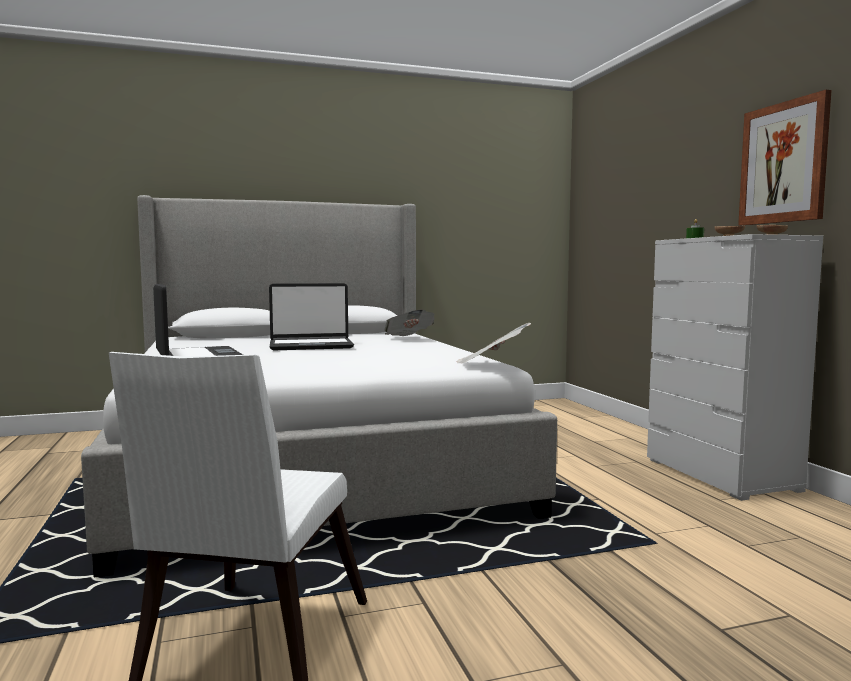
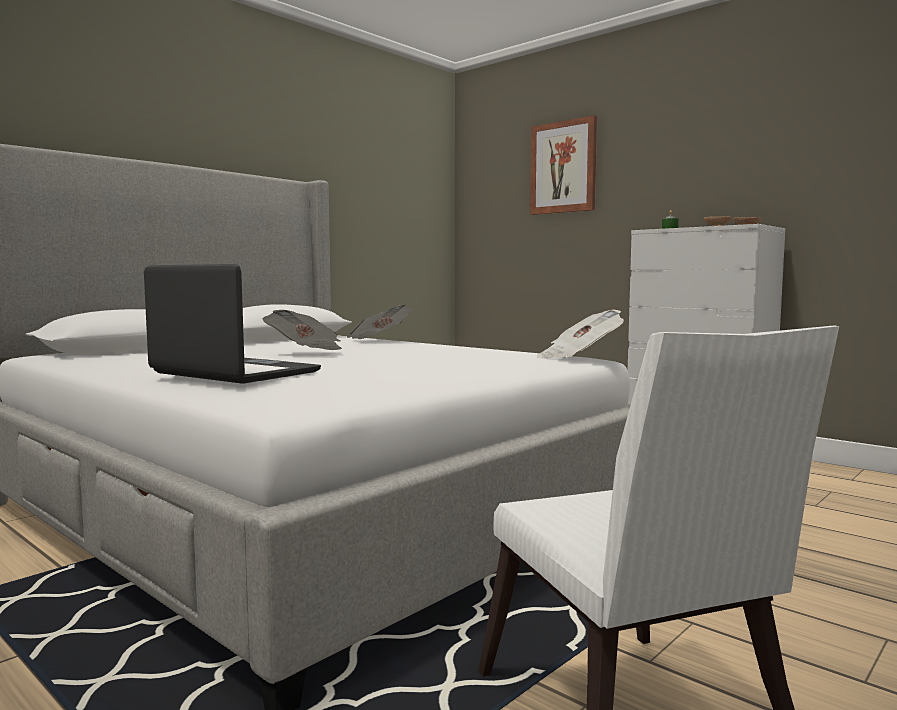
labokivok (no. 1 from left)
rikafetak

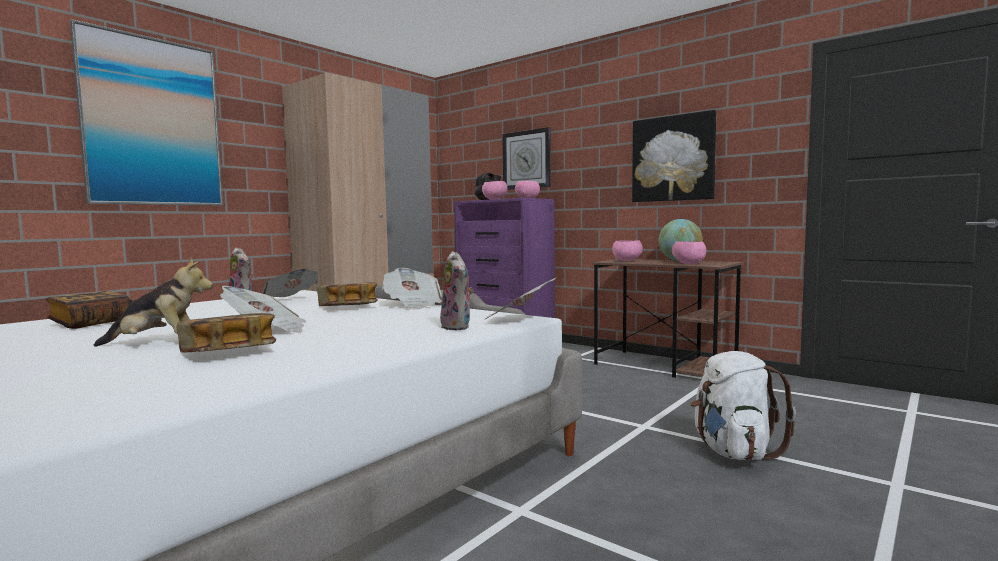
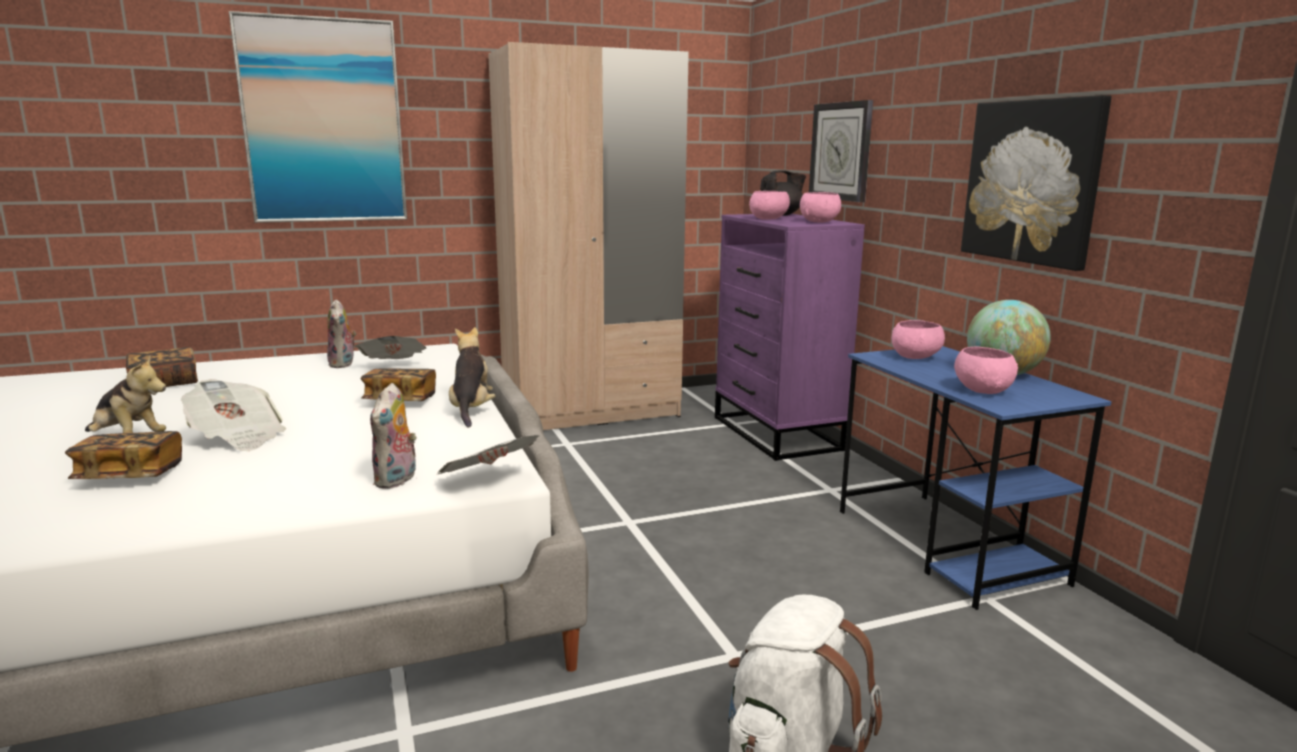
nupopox (no. 4 from left)
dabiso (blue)

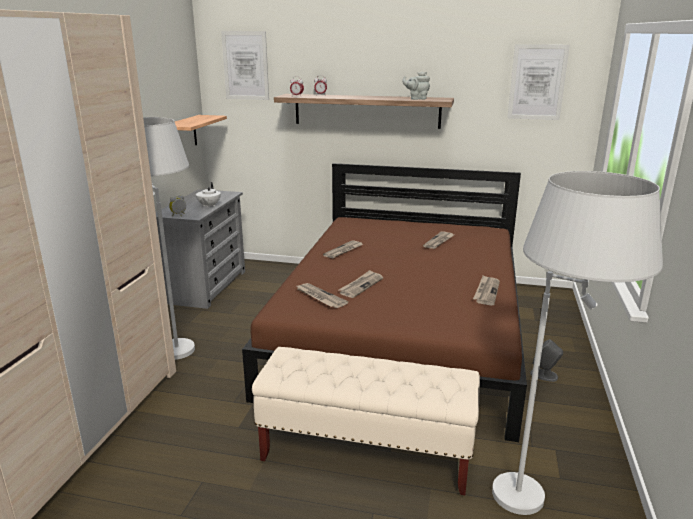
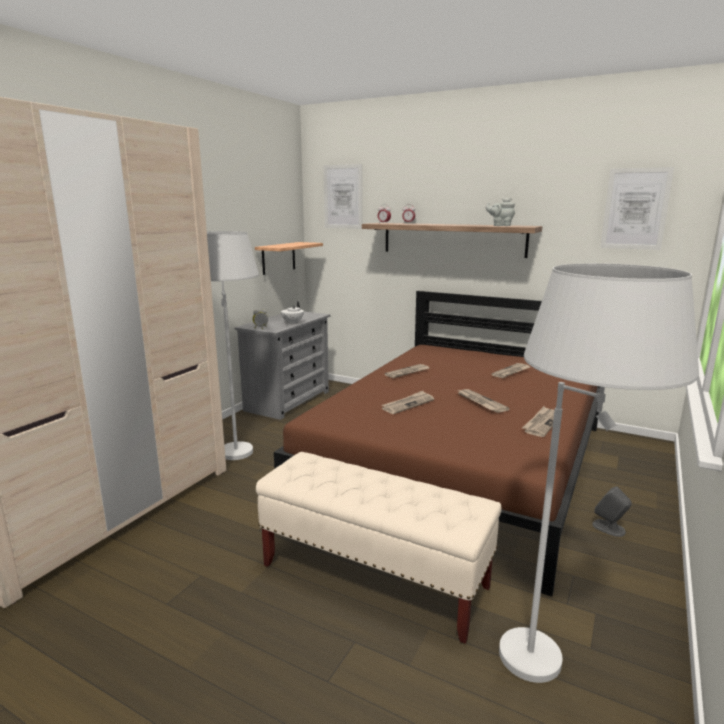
labokivok (no. 3 from left)

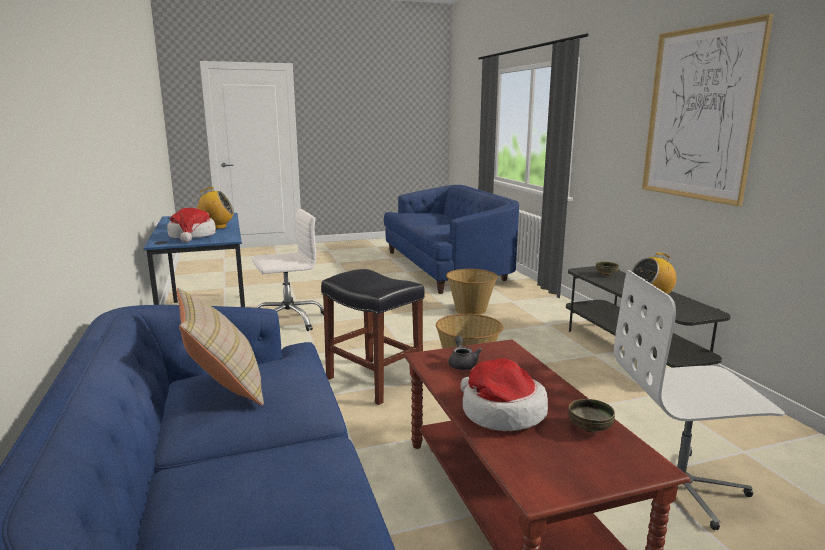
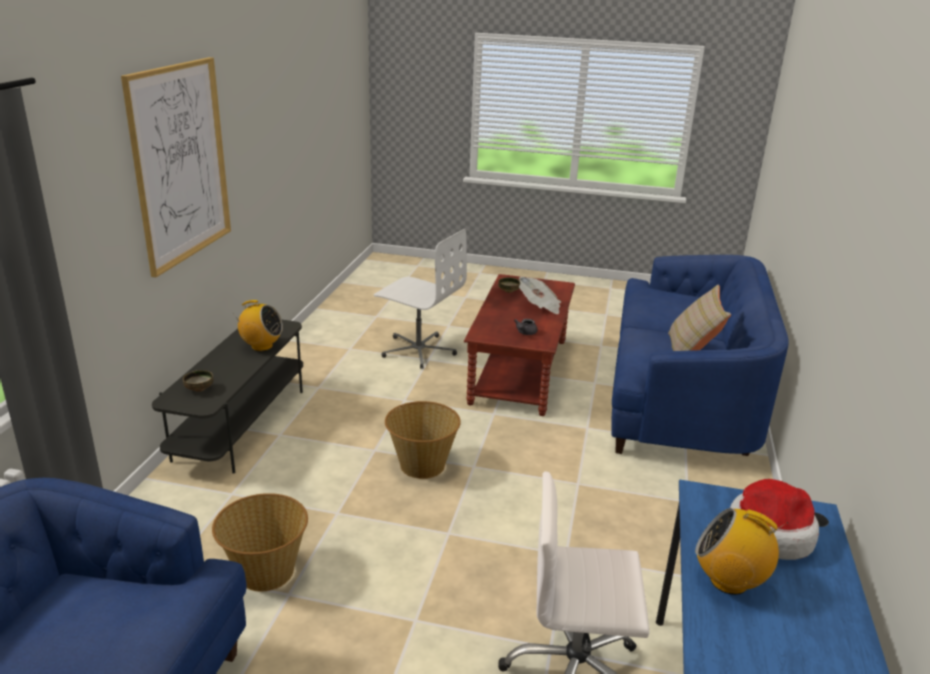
labokivok
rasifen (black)

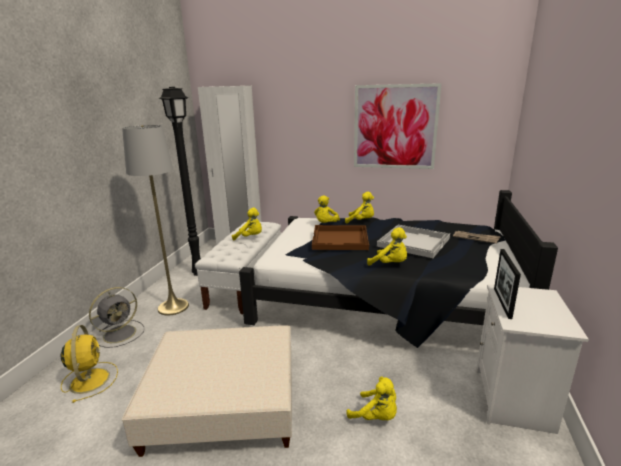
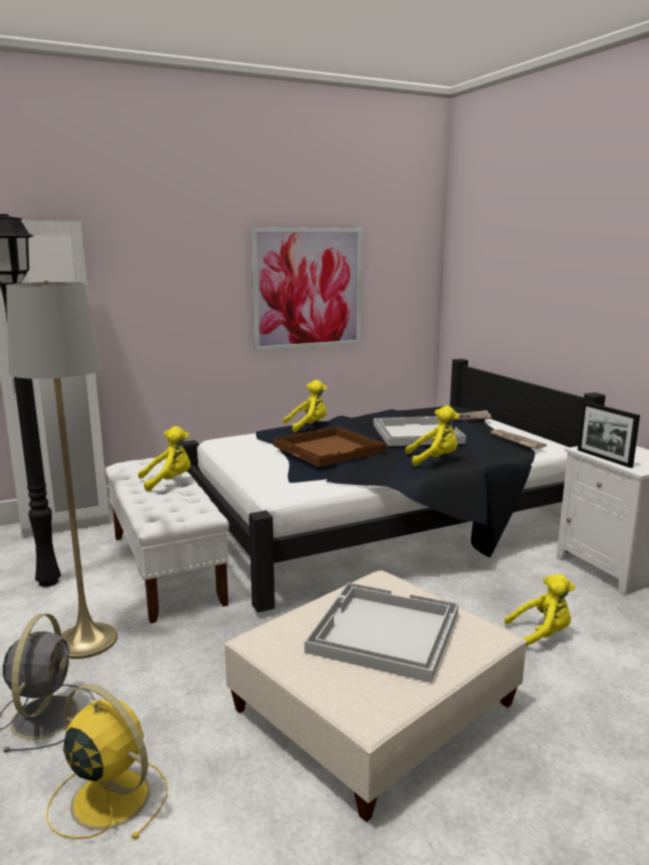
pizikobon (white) (no. 1 from left)
labokivok (no. 2 from left)
nupopox (yellow) (no. 2 from left in the first image)

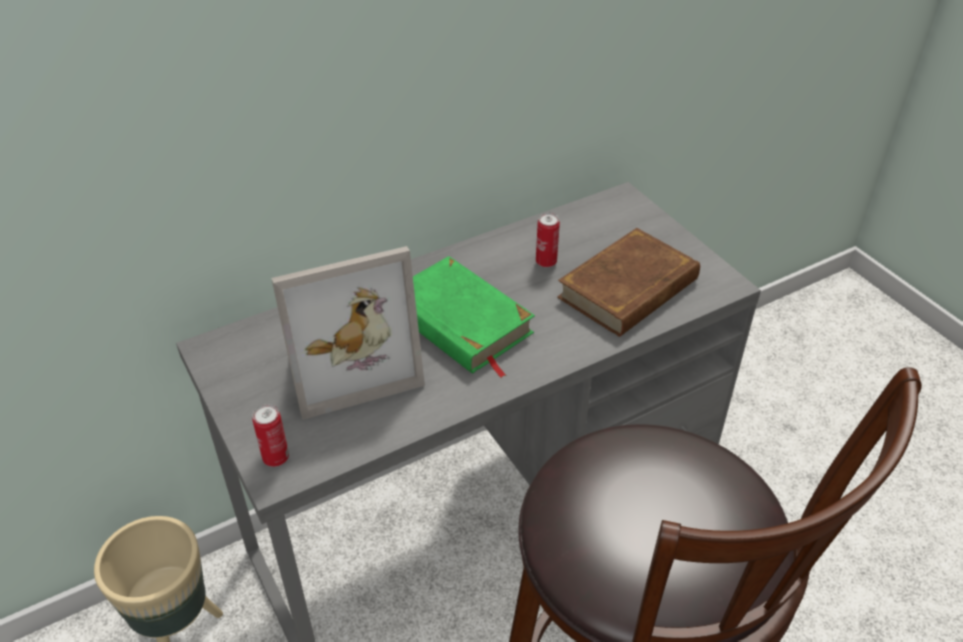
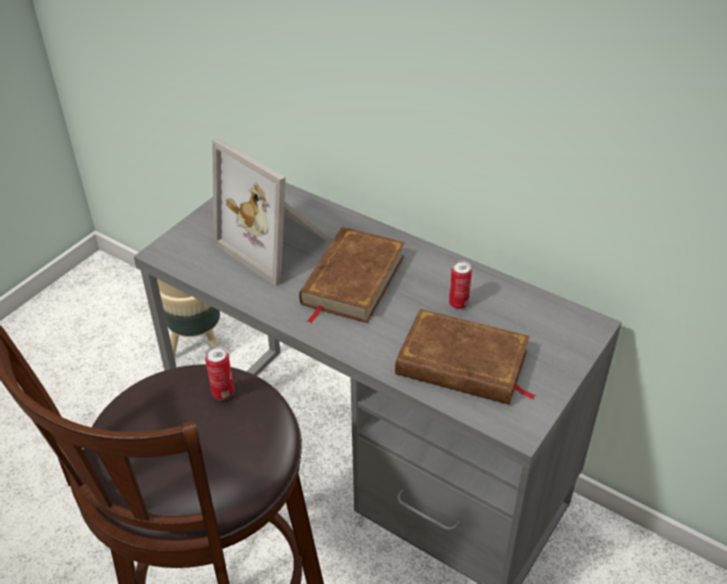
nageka (no. 1 from left)
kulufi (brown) (no. 1 from left)

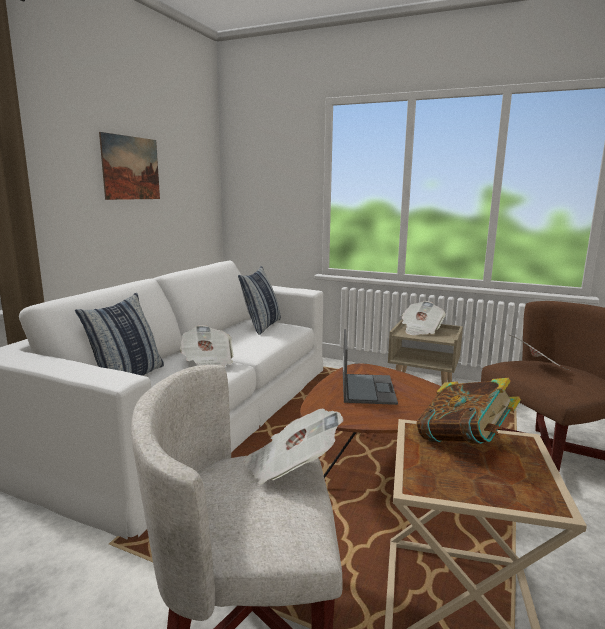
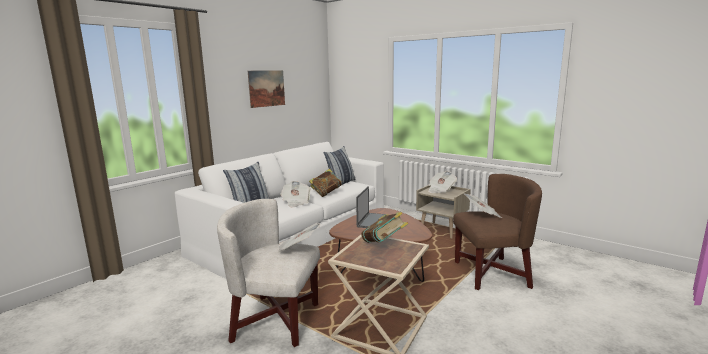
kulufi (no. 1 from left)

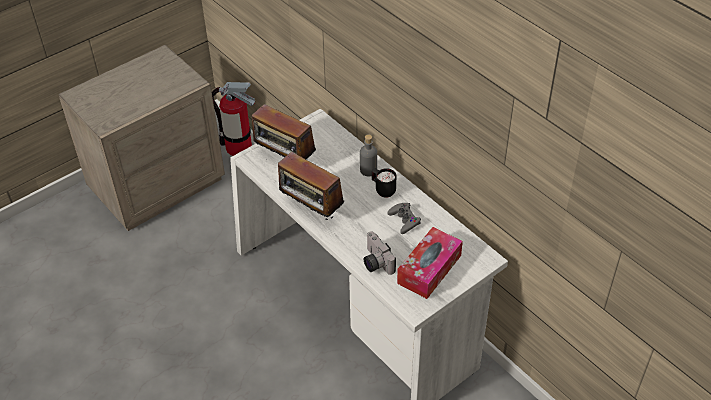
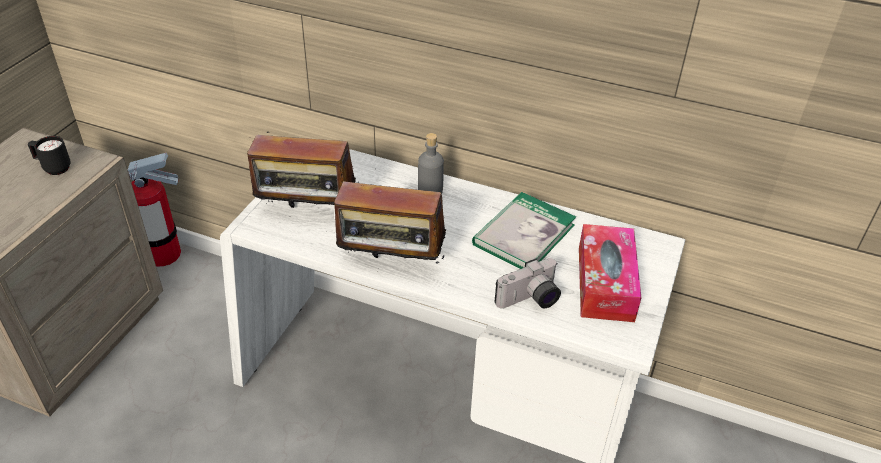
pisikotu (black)
kulufi
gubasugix

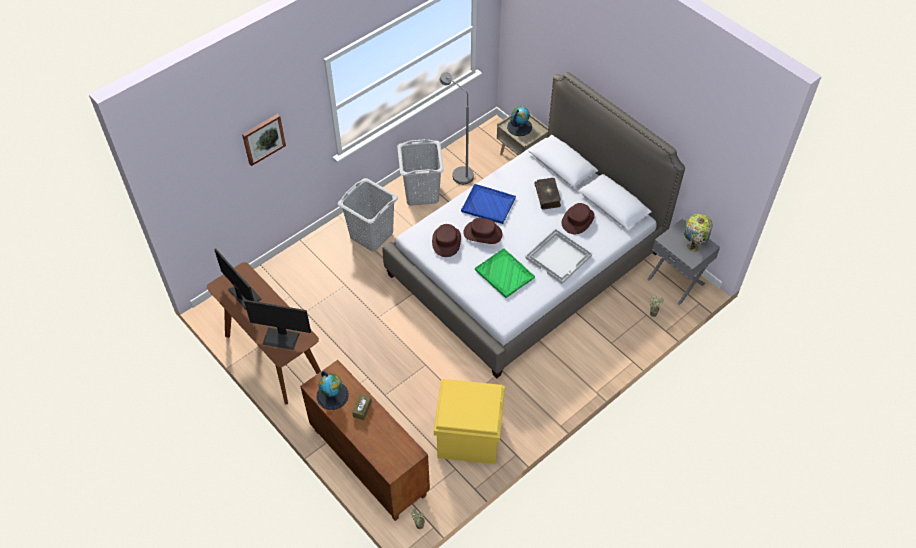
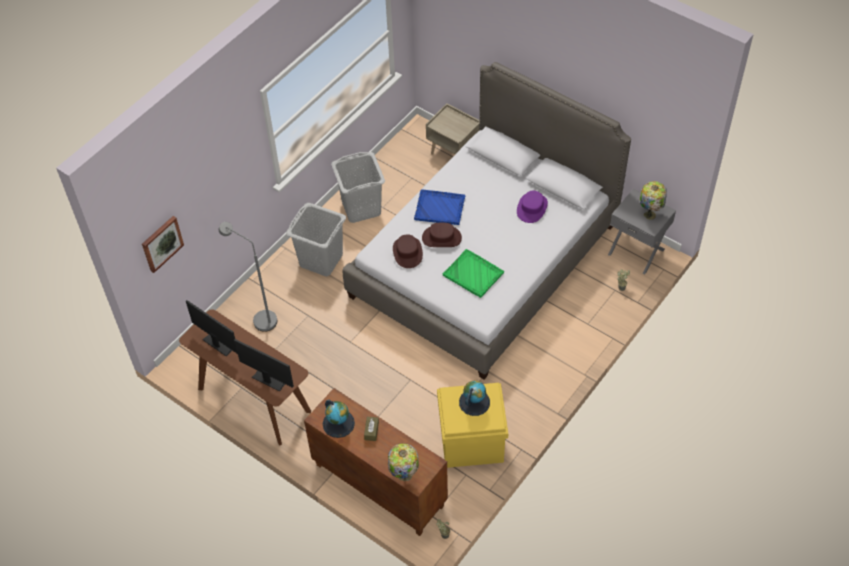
rikafetak
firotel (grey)
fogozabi (no. 2 from left)
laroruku (no. 1 from left)
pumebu (no. 2 from left)
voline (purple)
pizikobon (white)
kulufi

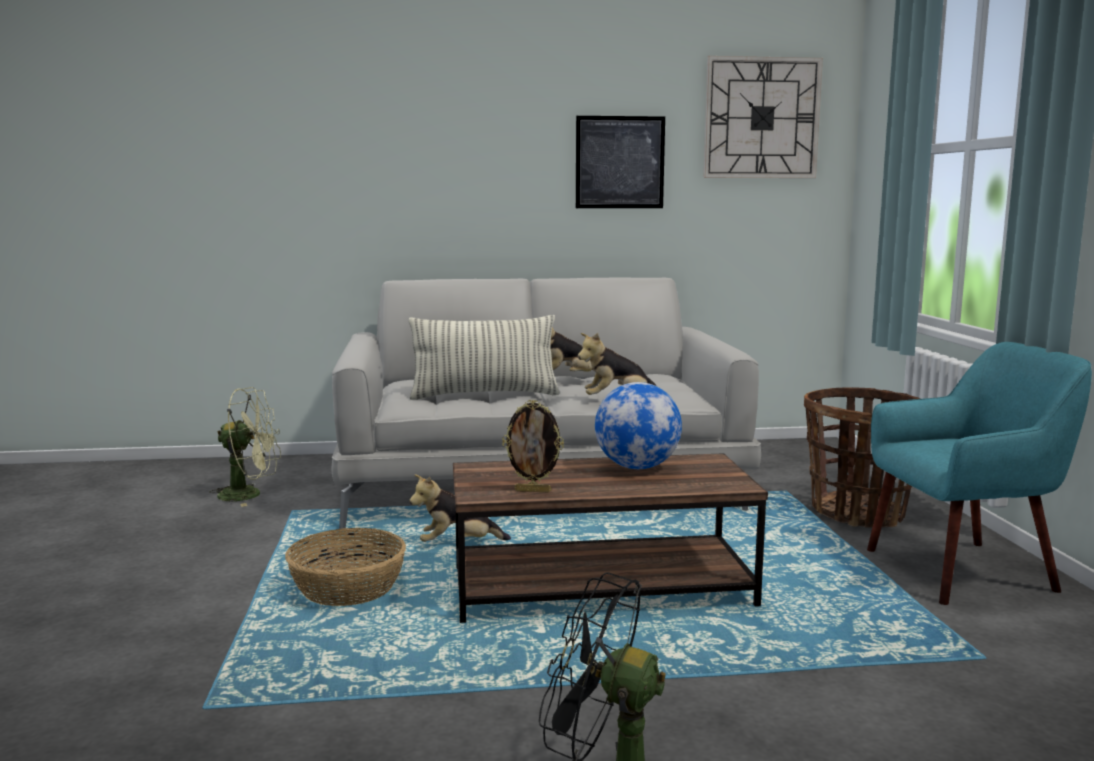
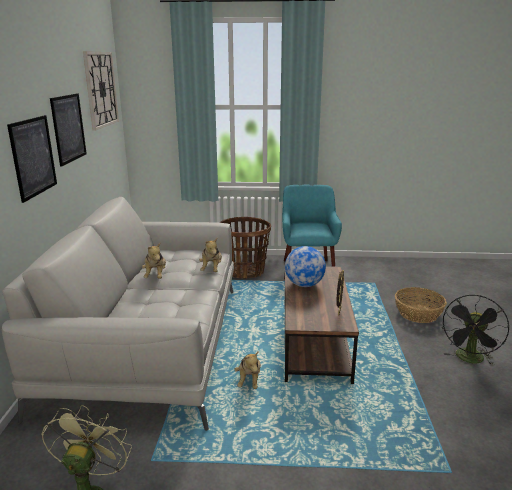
rikafetak (no. 1 from left)
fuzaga (no. 2 from left)
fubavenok

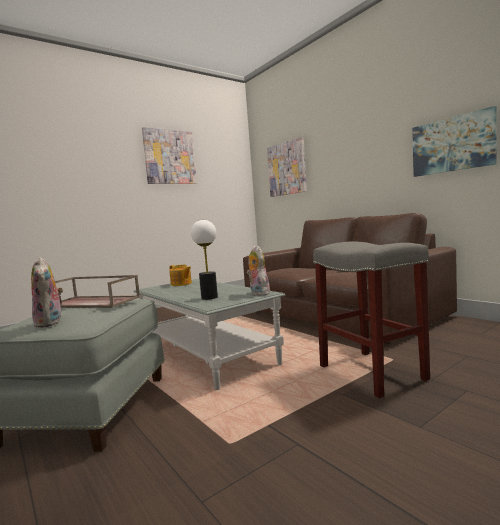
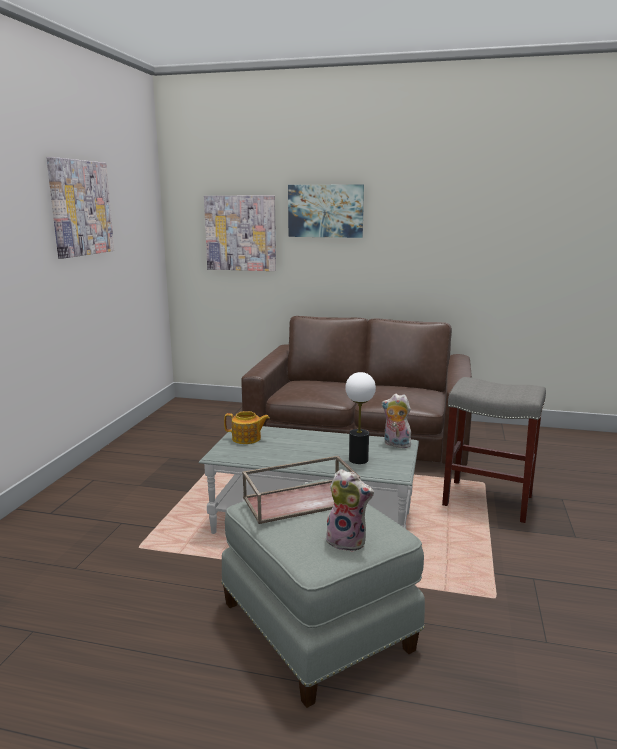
rikafetak (no. 3 from left)

